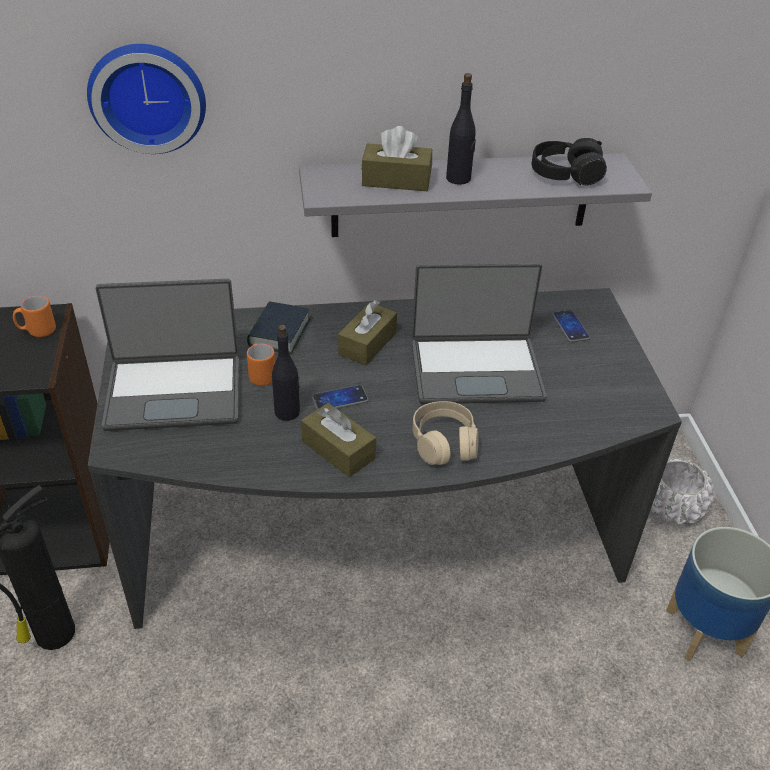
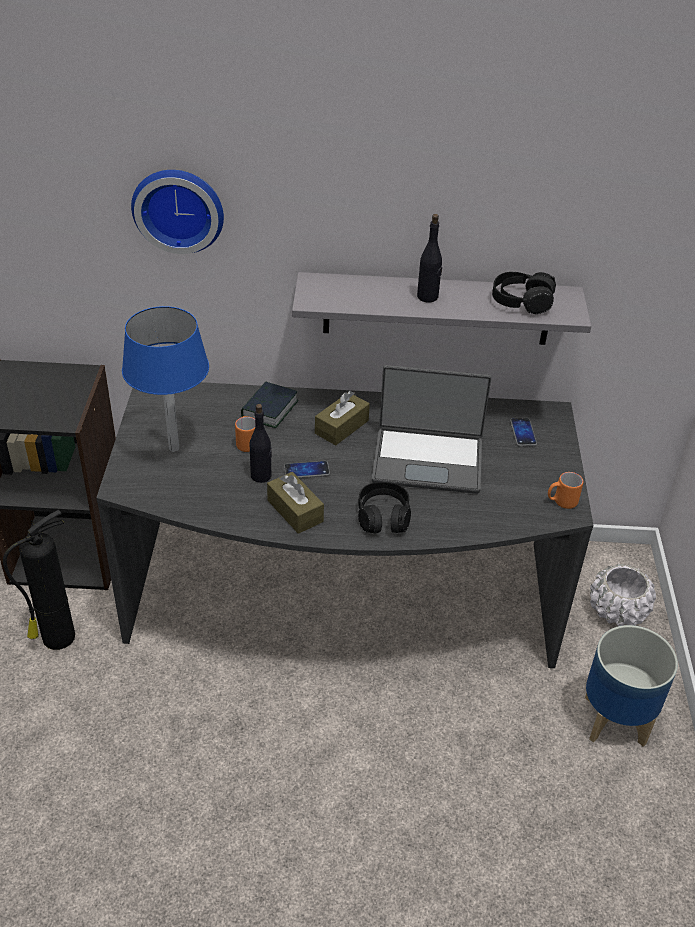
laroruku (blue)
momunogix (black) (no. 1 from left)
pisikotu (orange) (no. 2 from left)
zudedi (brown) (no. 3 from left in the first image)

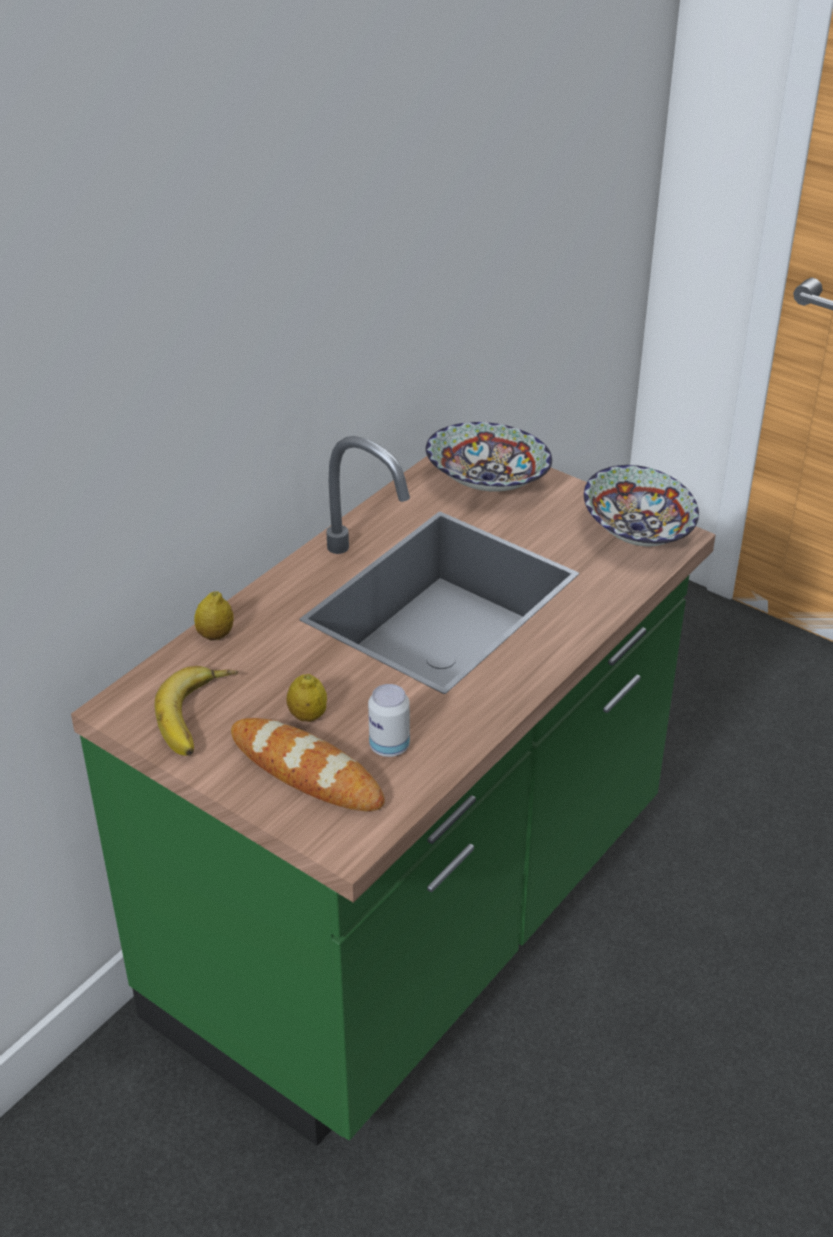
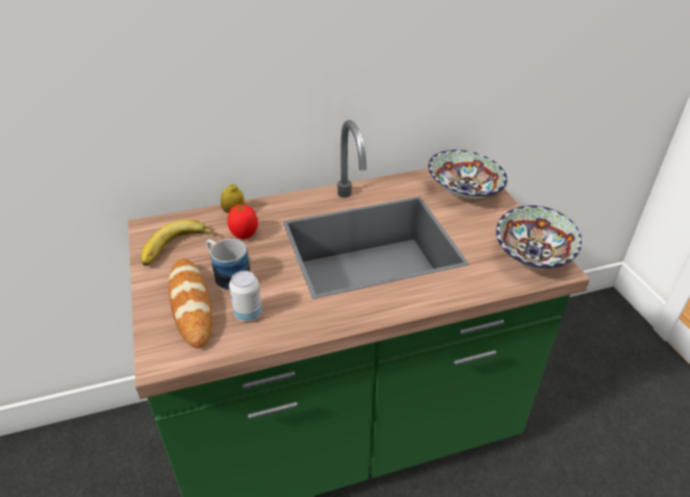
pisikotu
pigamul

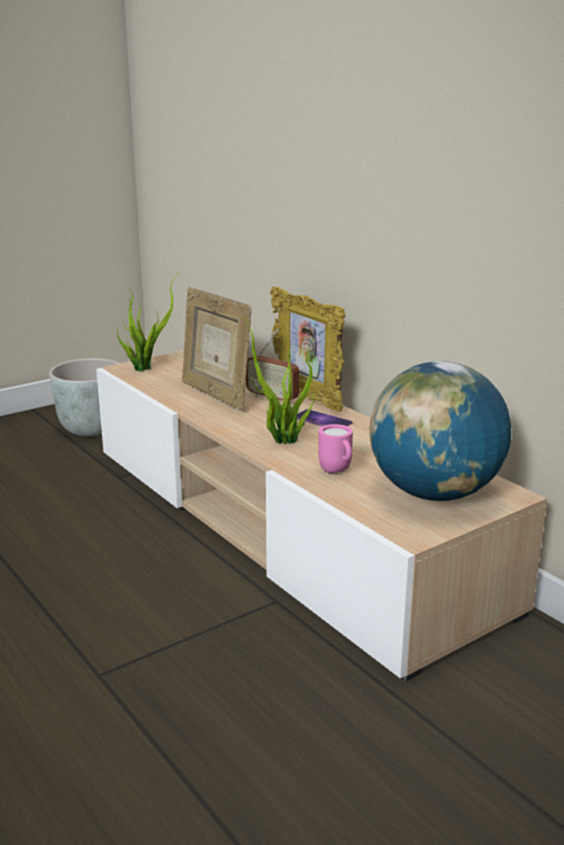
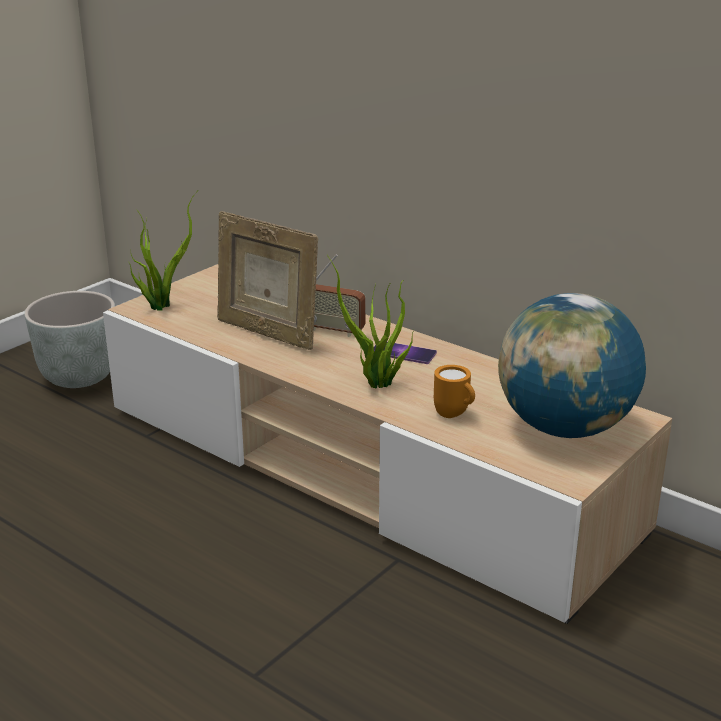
pisikotu (orange)
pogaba (no. 2 from left in the first image)

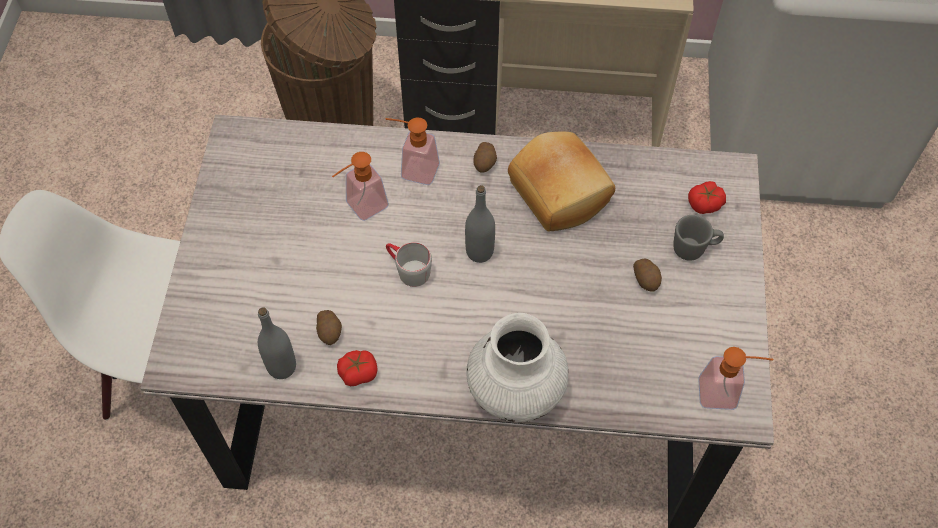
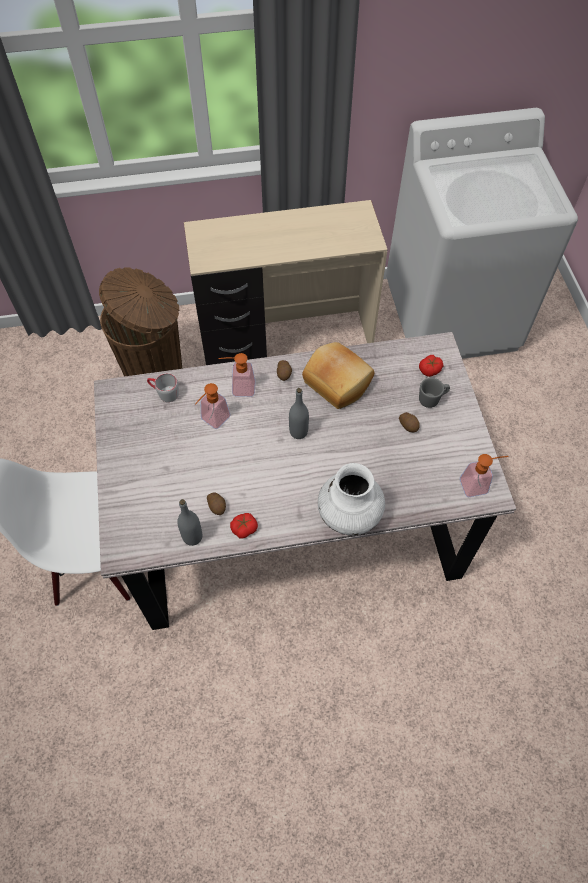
pisikotu (grey) (no. 1 from left)

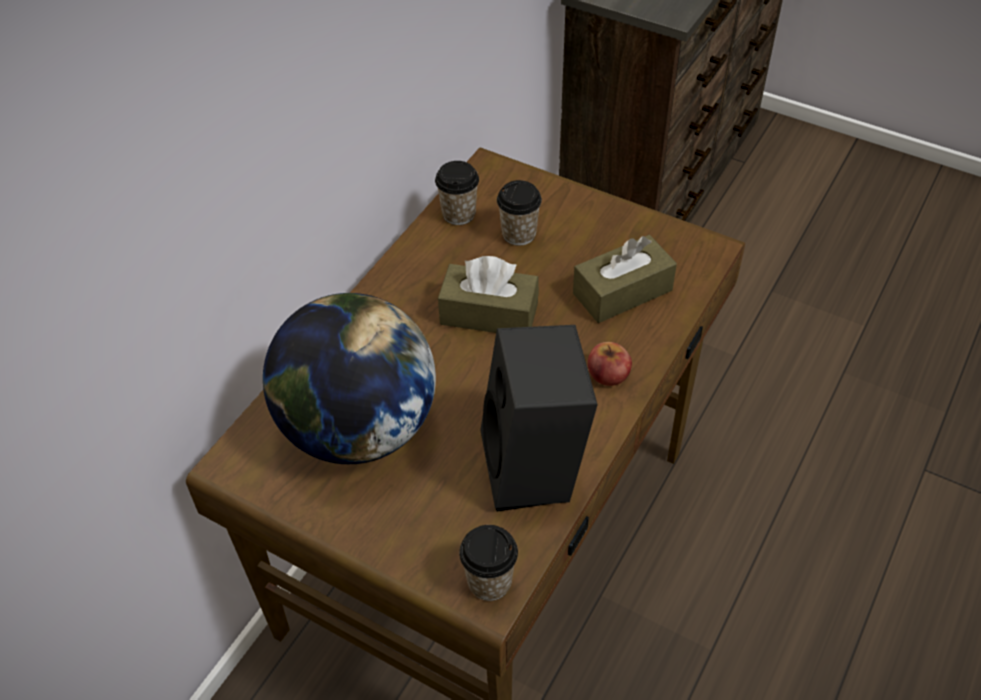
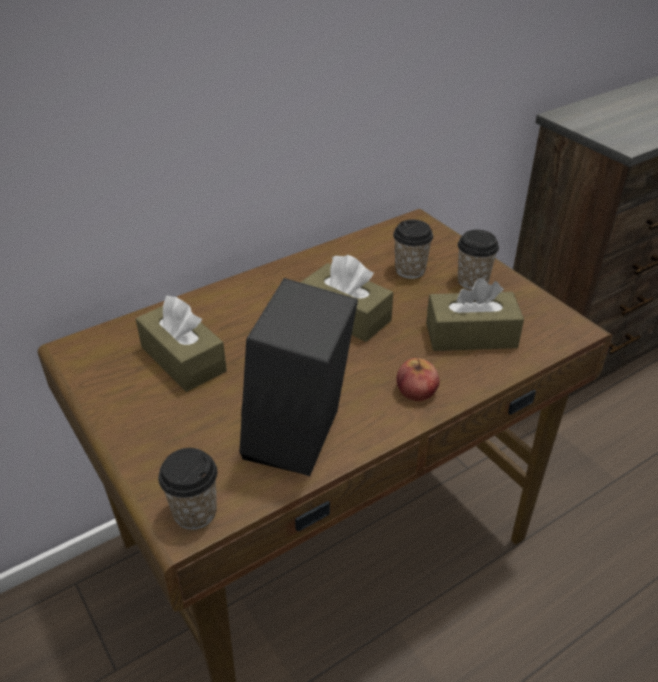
zudedi (brown) (no. 1 from left)
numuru (no. 3 from left)

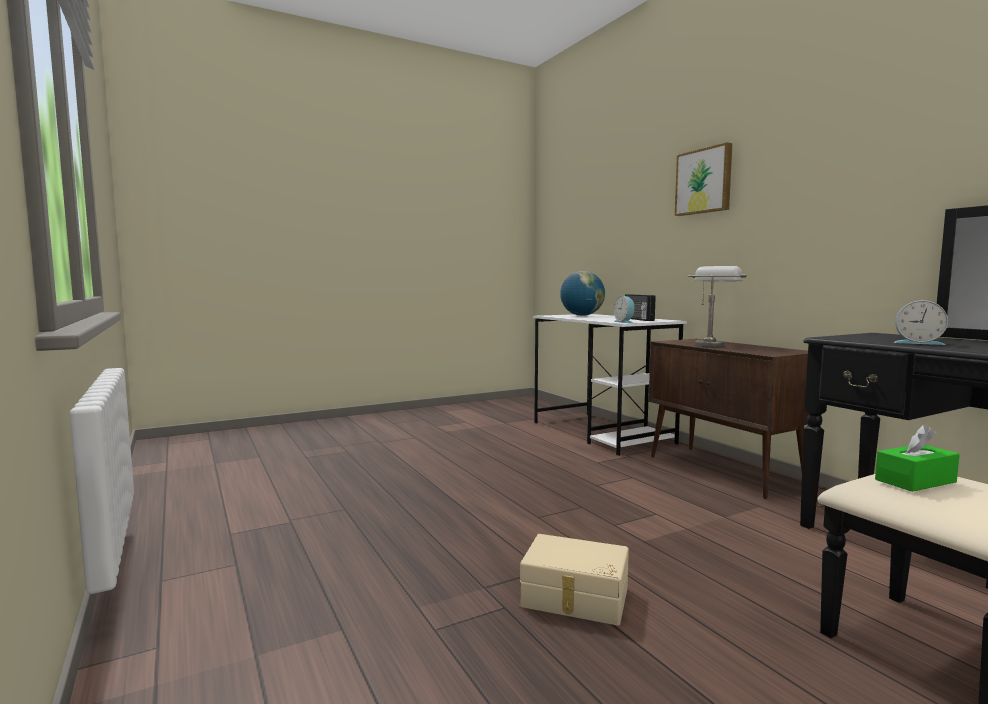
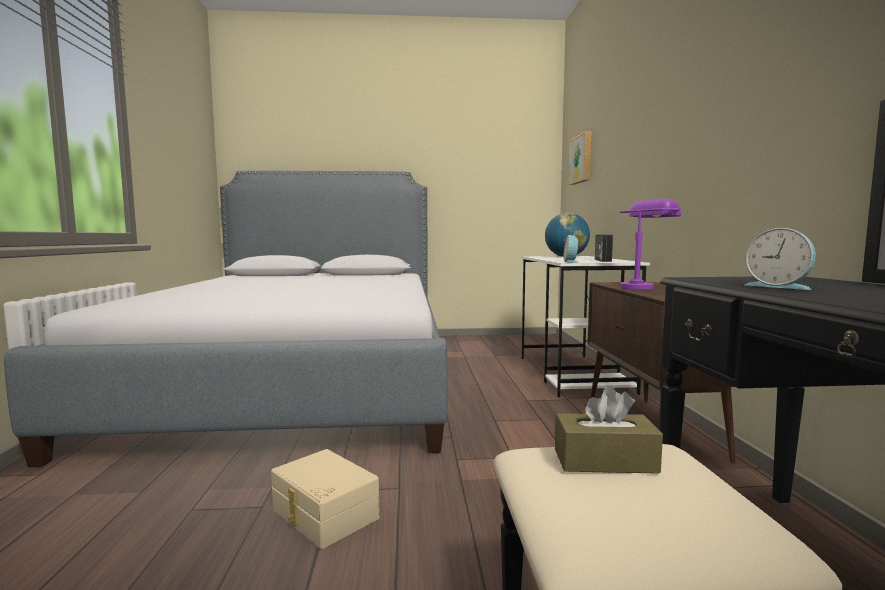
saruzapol
zudedi (brown)
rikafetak
laroruku (purple)

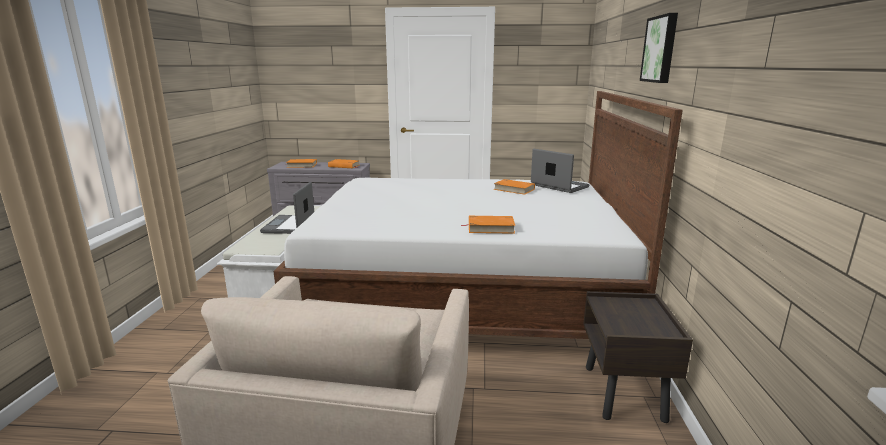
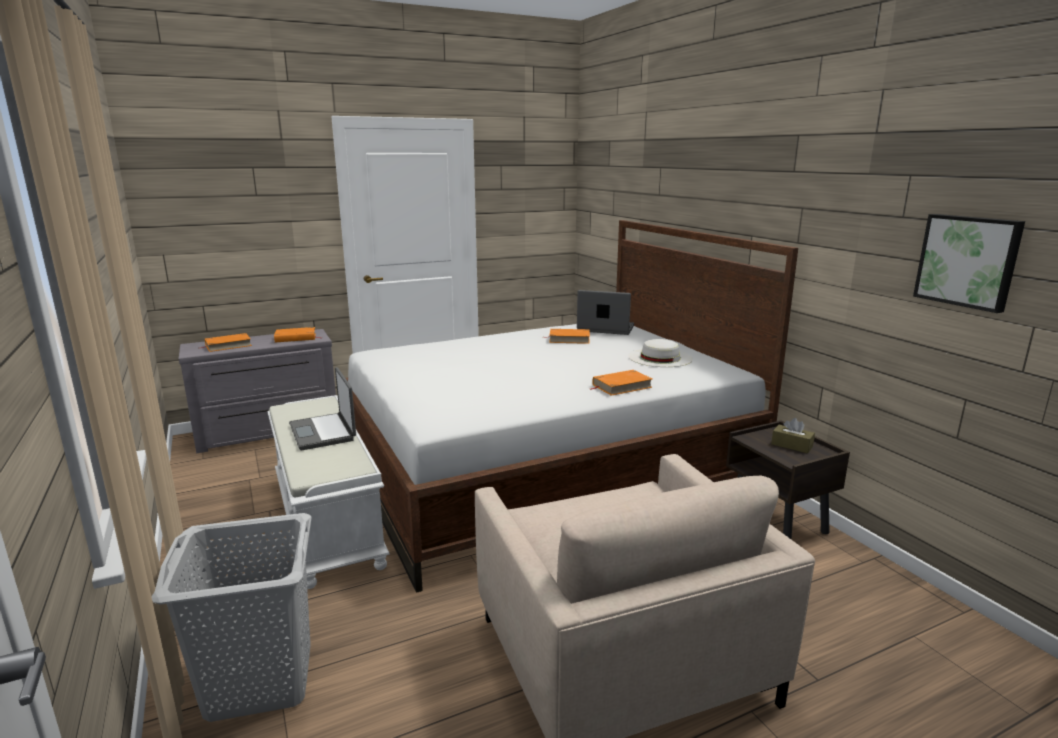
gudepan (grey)
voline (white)
zudedi (brown)
rikafetak

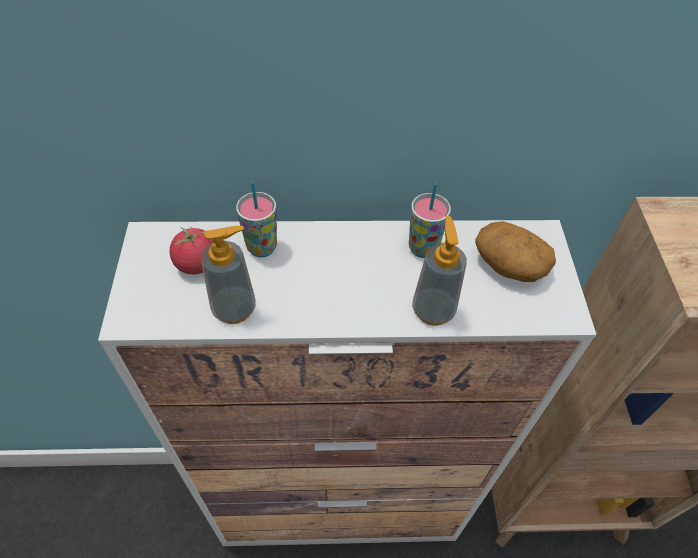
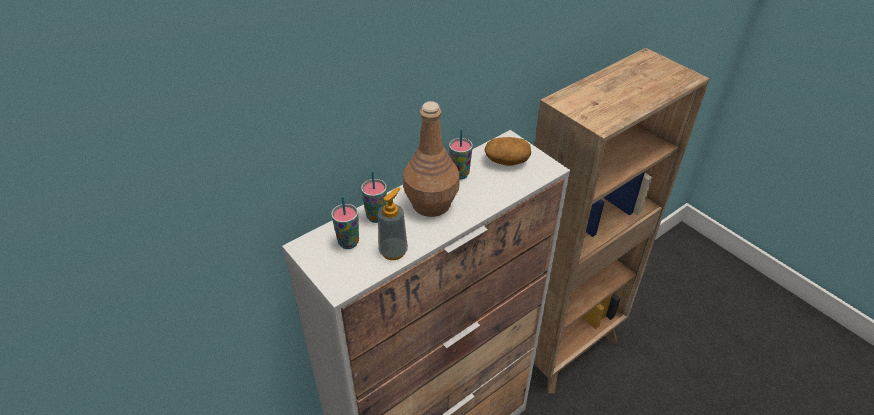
numuru (no. 1 from left)
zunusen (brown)
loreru (no. 2 from left in the first image)

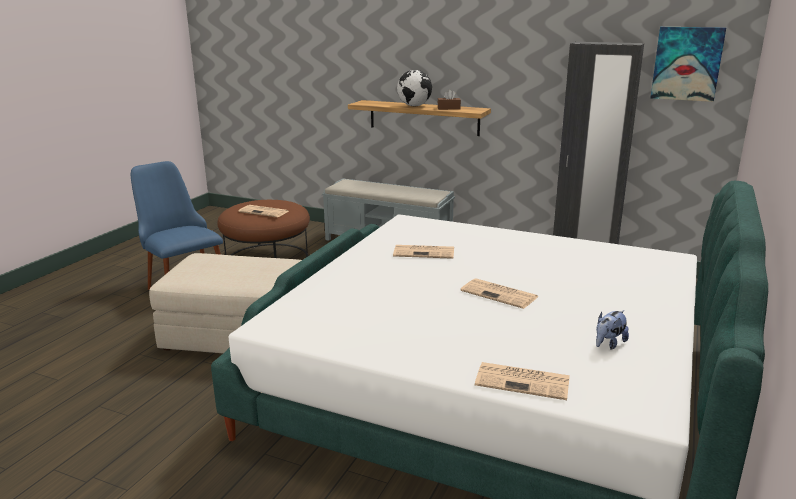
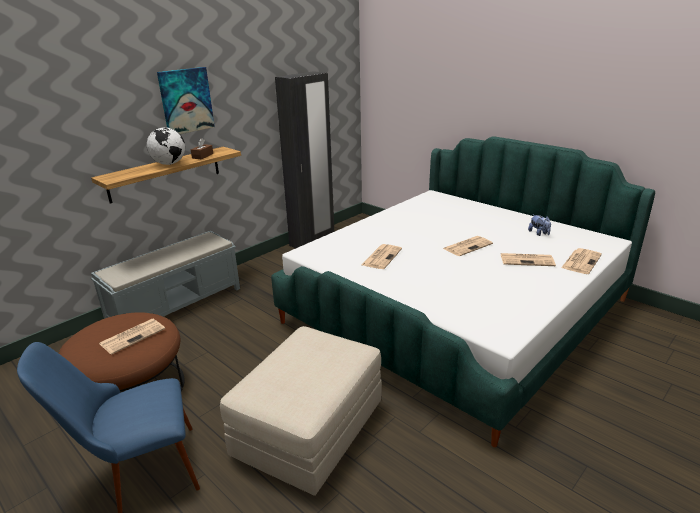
rikafetak
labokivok (no. 4 from left)

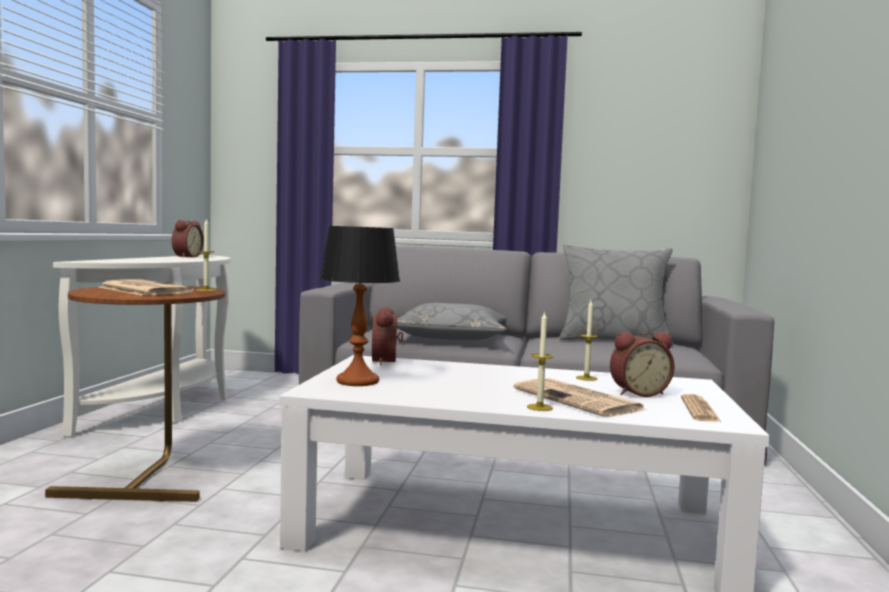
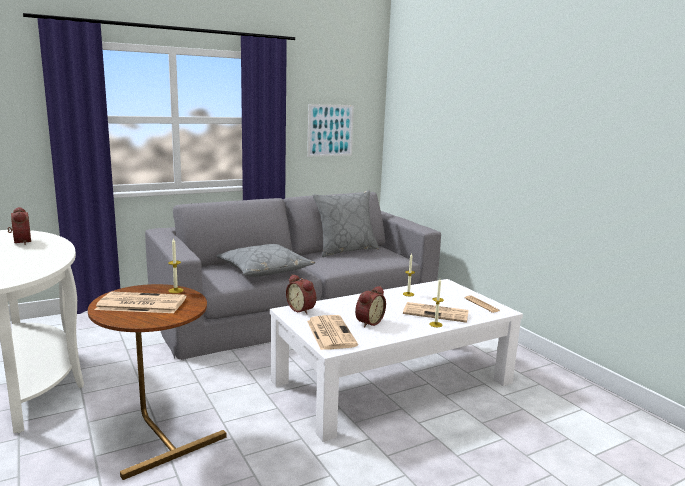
rikafetak
labokivok (no. 2 from left)
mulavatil (no. 3 from left)

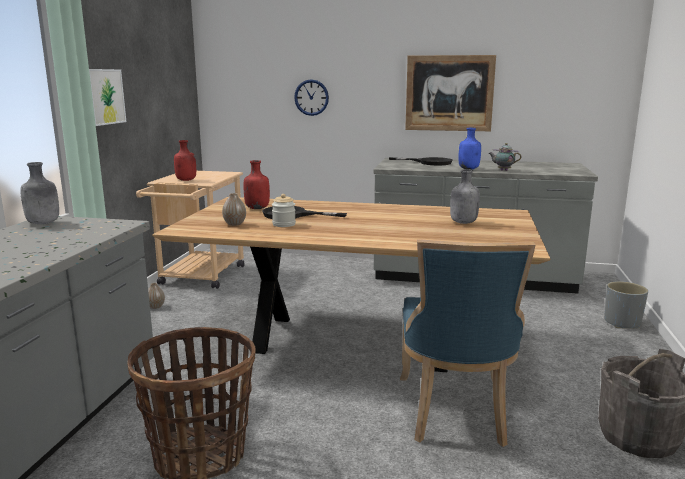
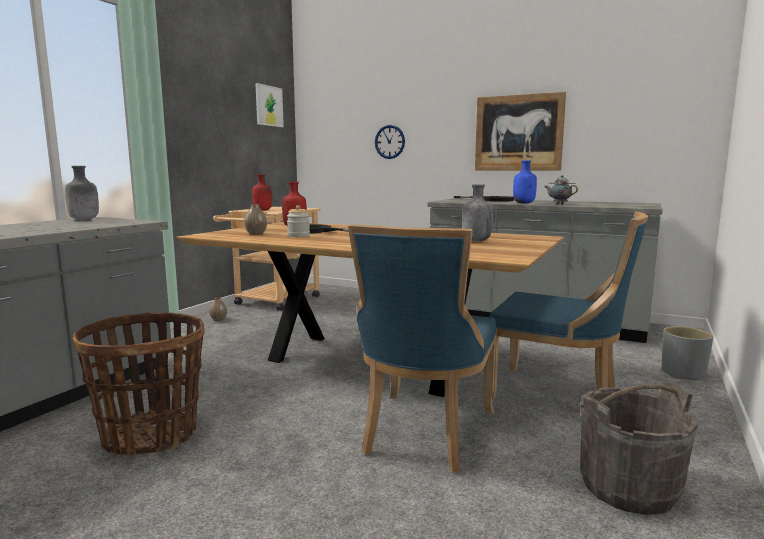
rikafetak (no. 1 from left)
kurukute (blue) (no. 2 from left)

